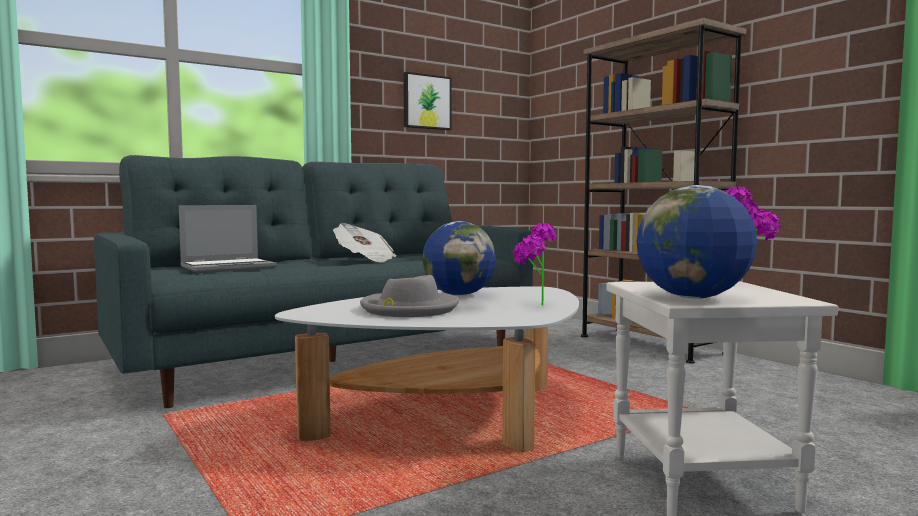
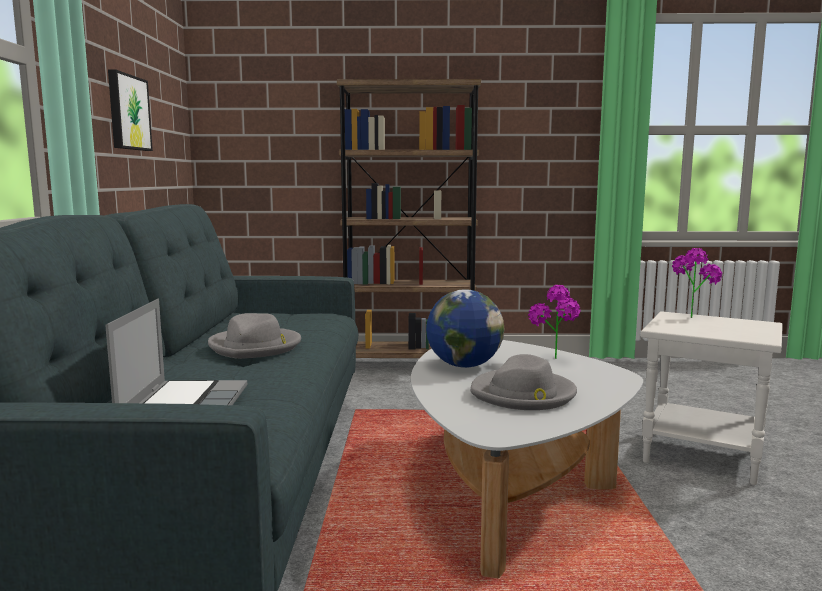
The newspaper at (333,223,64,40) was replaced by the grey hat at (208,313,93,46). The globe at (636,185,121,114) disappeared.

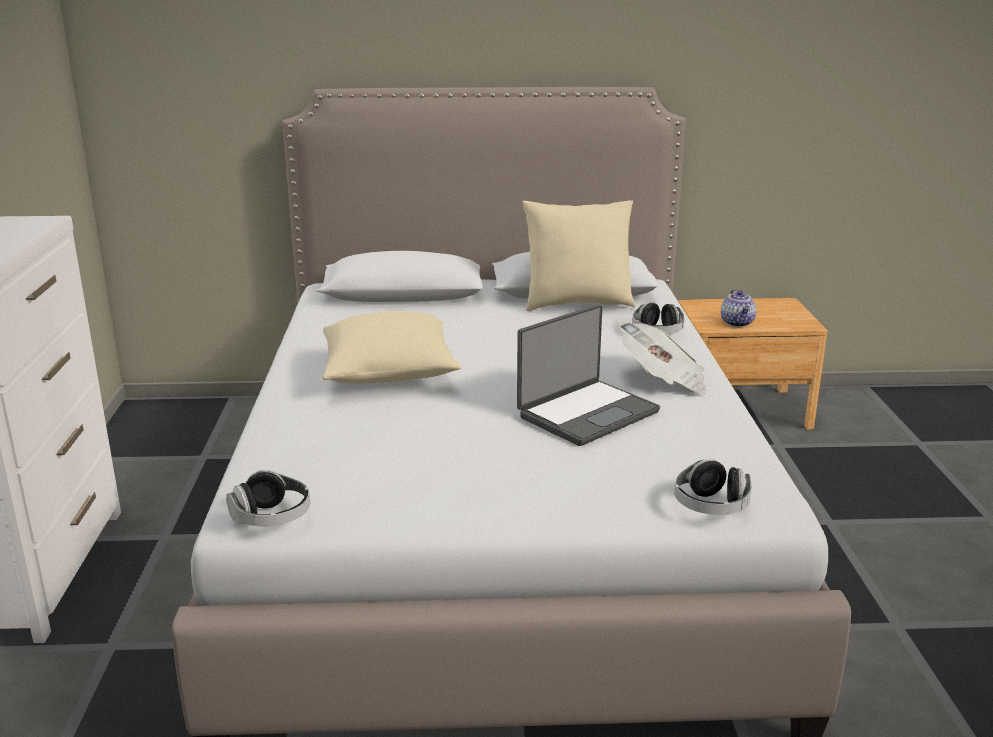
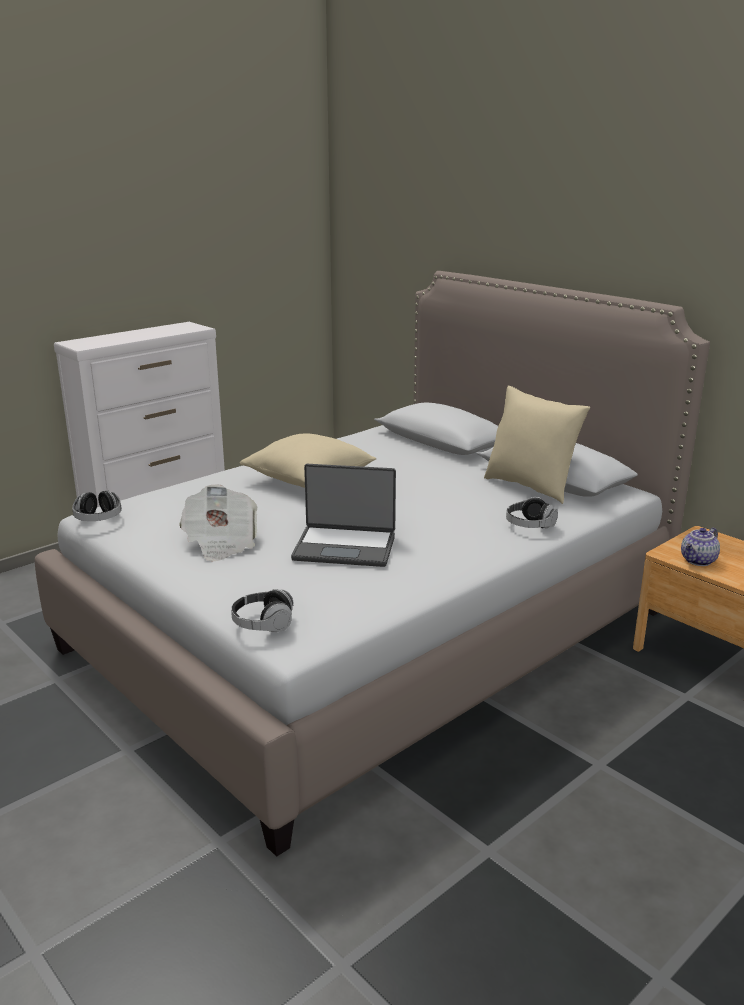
The newspaper moved from (619,322,87,72) to (179,484,78,78).

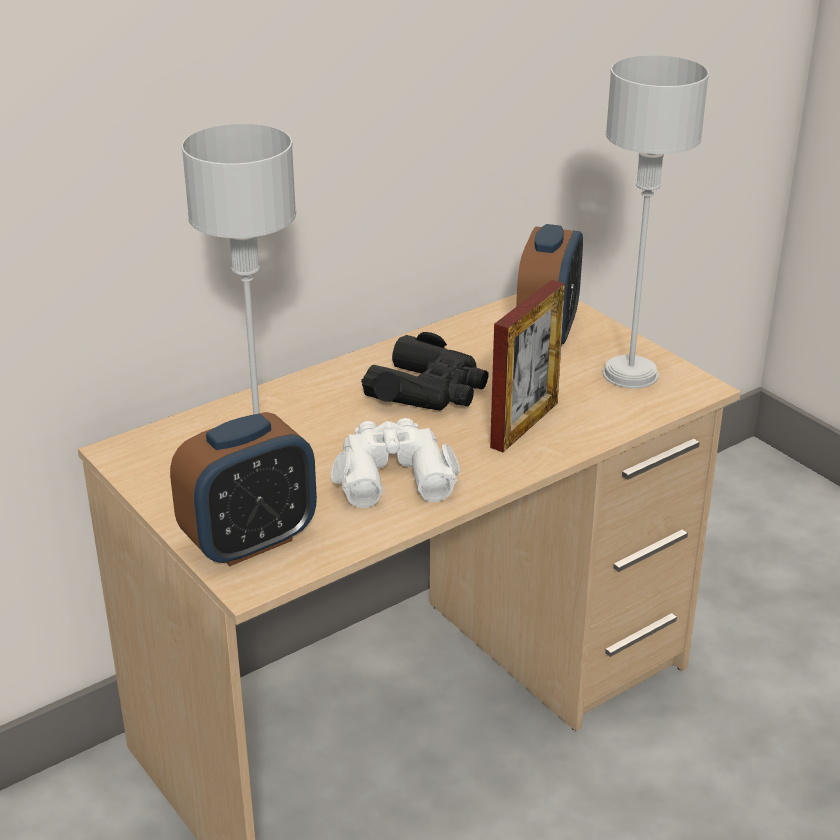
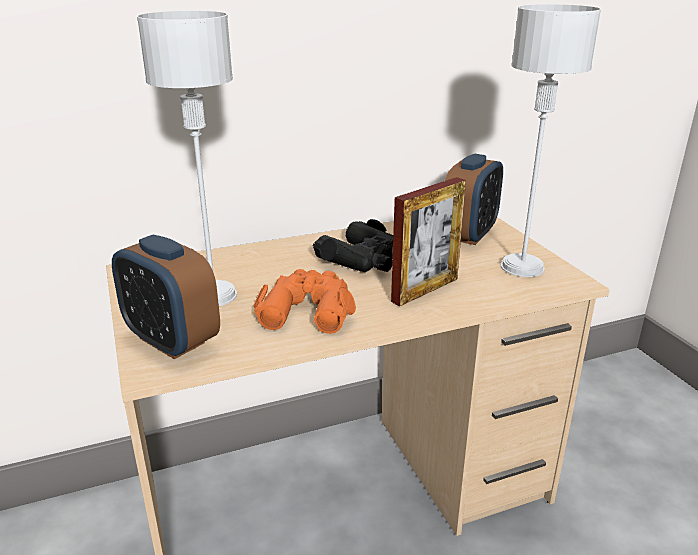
The alarm clock at (170,412,147,154) turned 60 degrees clockwise. The white binoculars at (331,418,129,90) became the orange binoculars at (253,269,103,65).

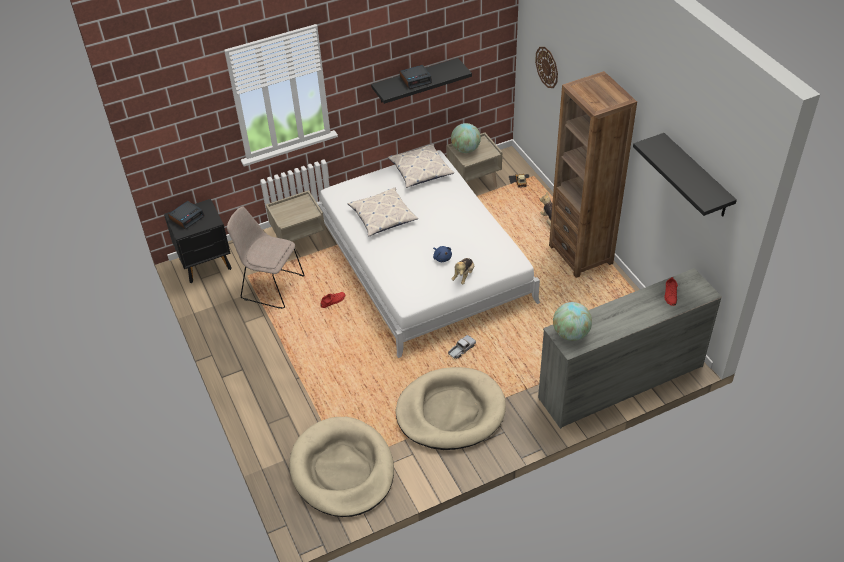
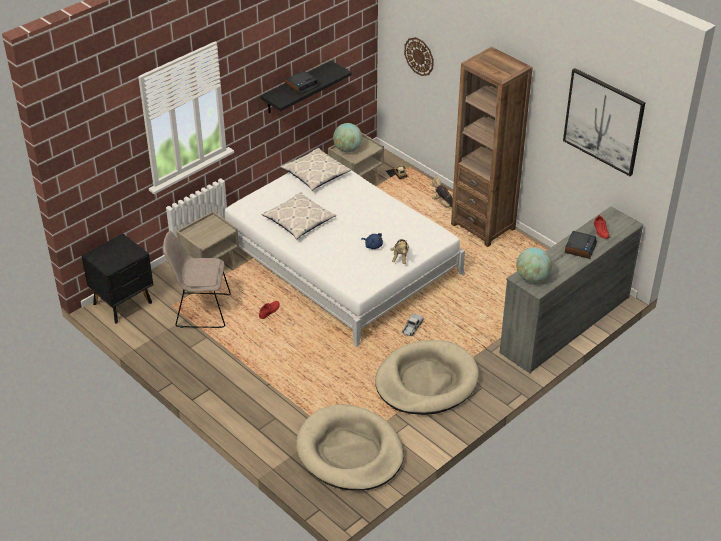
The alarm clock moved from (168,201,37,28) to (565,231,32,28). The black shelf at (633,133,104,83) was replaced by the picture at (563,68,82,108).

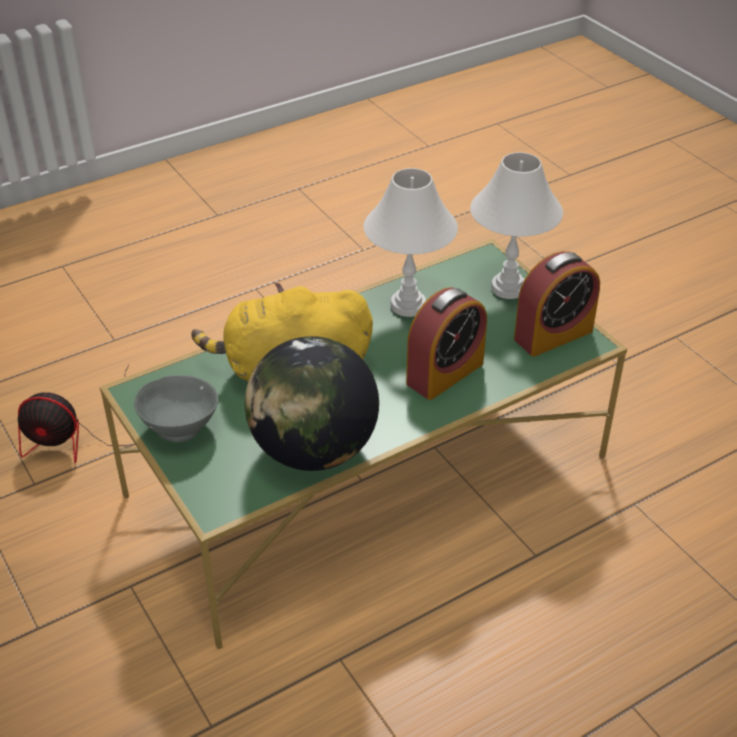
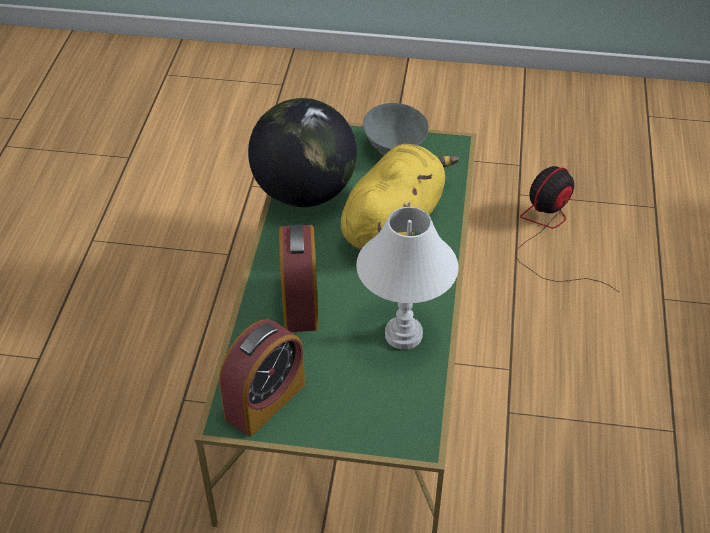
The white table lamp at (470,152,93,147) disappeared. The alarm clock at (514,251,86,106) turned 150 degrees counterclockwise.

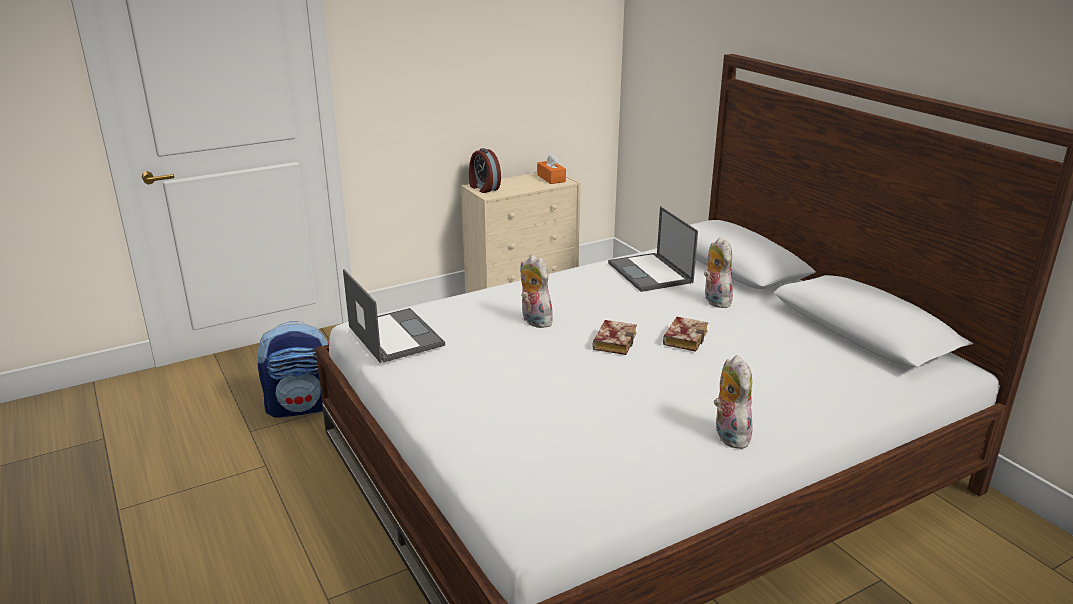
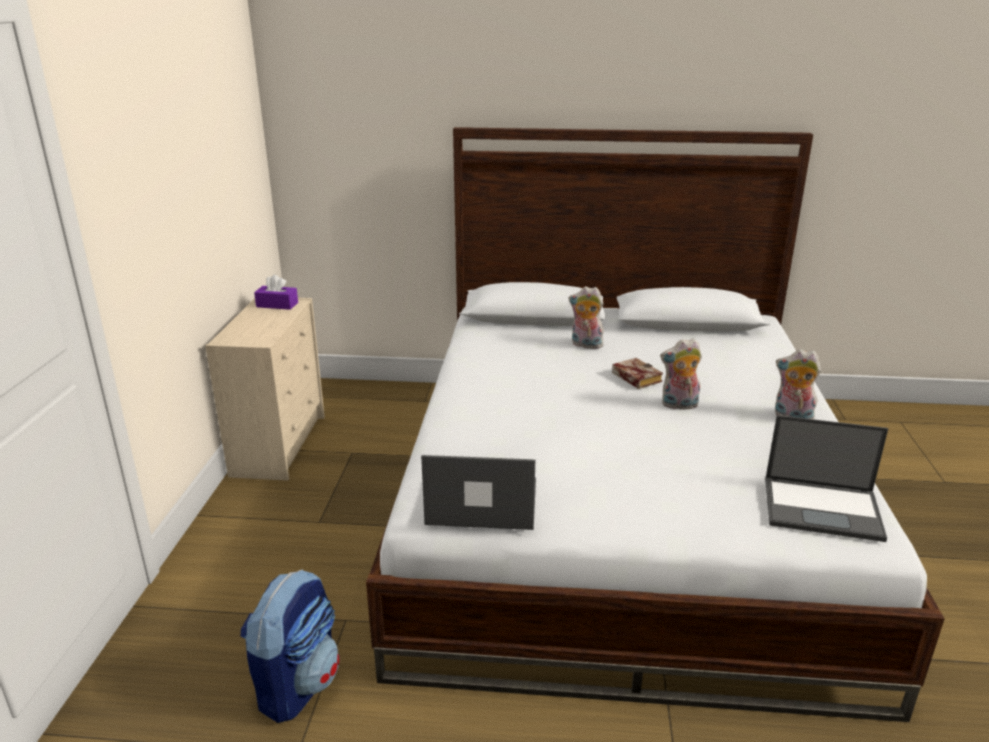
The alarm clock at (469,148,32,45) disappeared. The plush toy moved from (520,255,33,73) to (660,338,42,72). The orange tissue box at (537,152,29,32) became the purple tissue box at (254,275,44,35). The book at (592,320,45,35) disappeared. The laptop moved from (608,206,90,86) to (765,415,123,127).

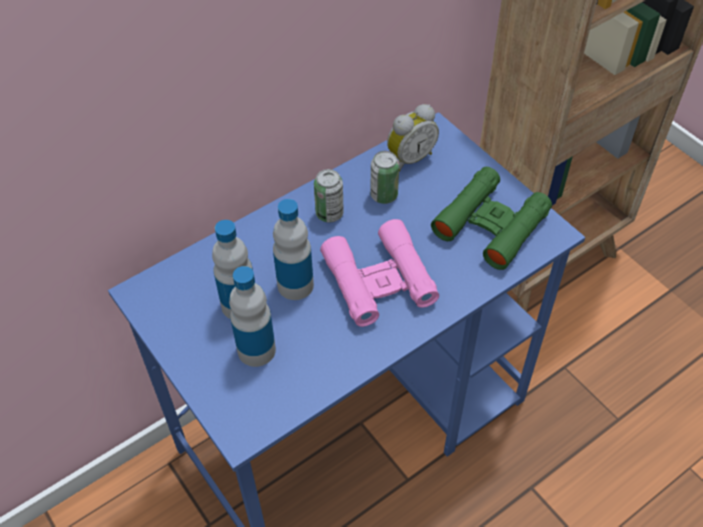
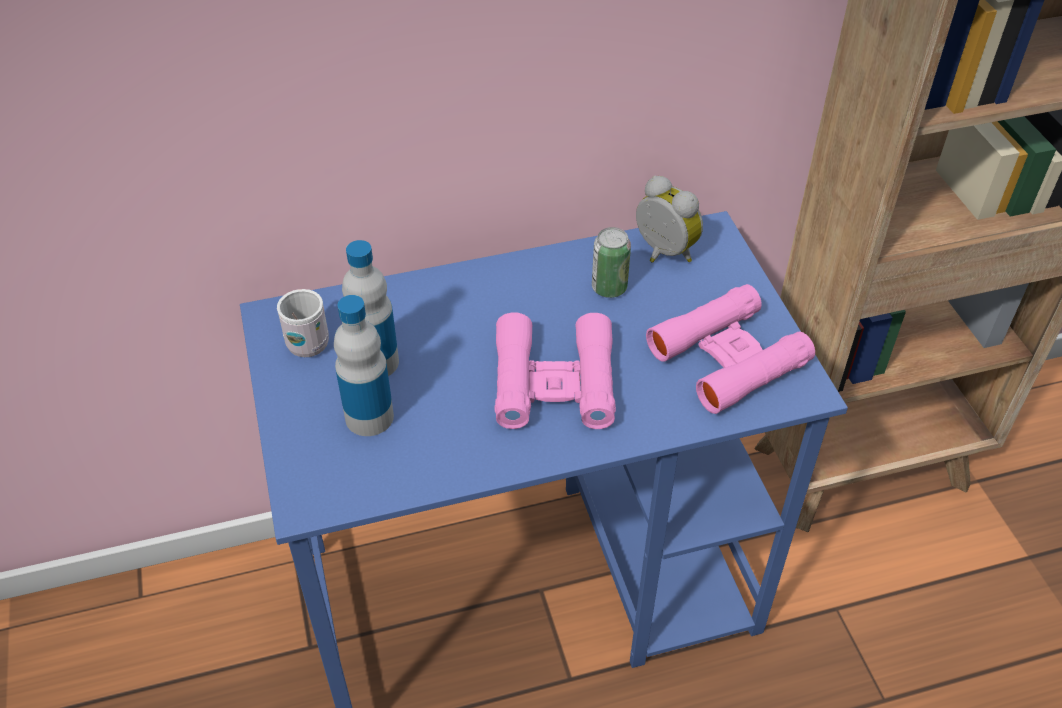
The bottle at (273,199,41,101) disappeared. The can at (314,169,30,53) disappeared. The alarm clock at (387,104,52,67) turned 120 degrees counterclockwise. The green binoculars at (431,167,121,103) became the pink binoculars at (646,284,169,130). The white mug at (277,289,52,68) appeared.

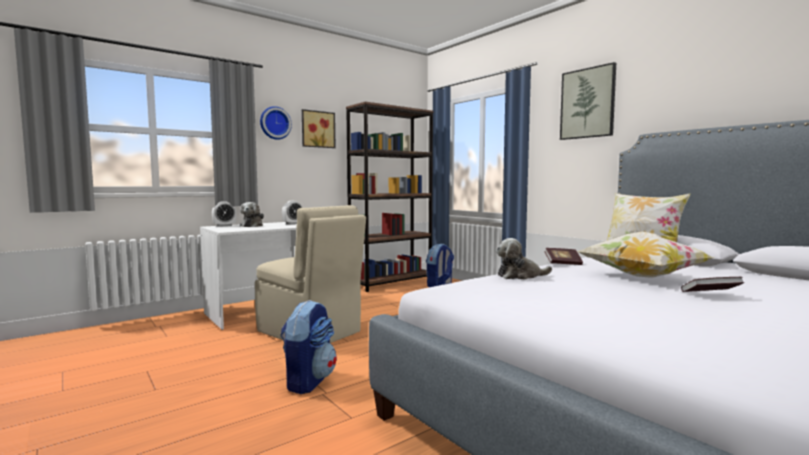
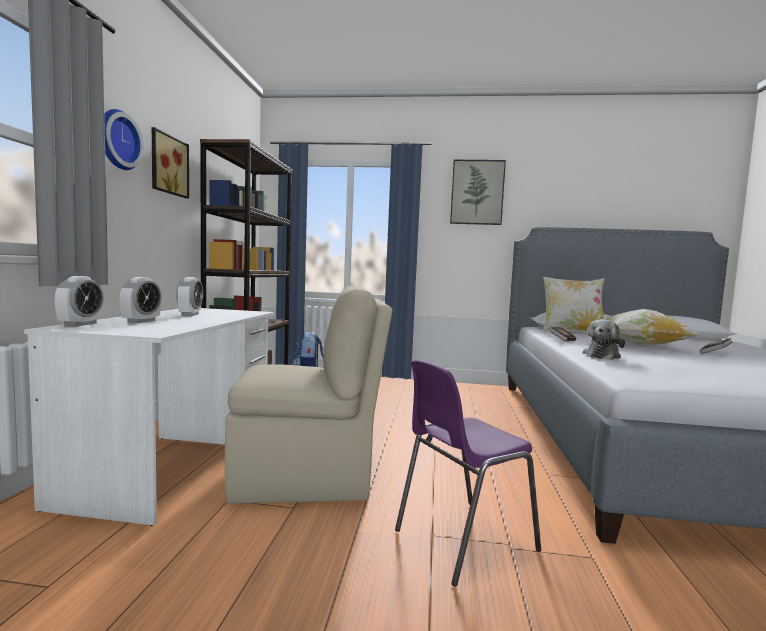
The plush toy at (240,202,24,25) was replaced by the alarm clock at (120,277,41,46). The backpack at (280,300,57,94) was replaced by the purple chair at (395,360,146,227).

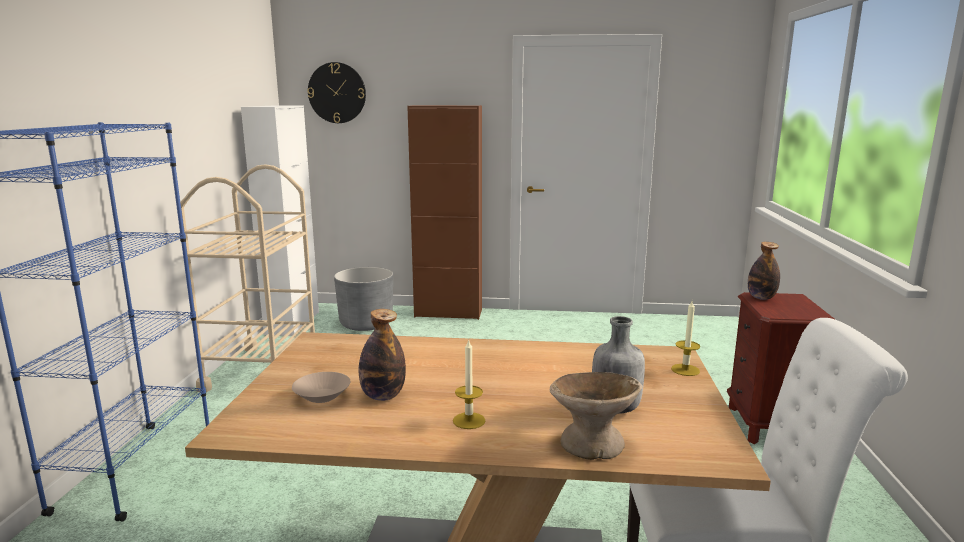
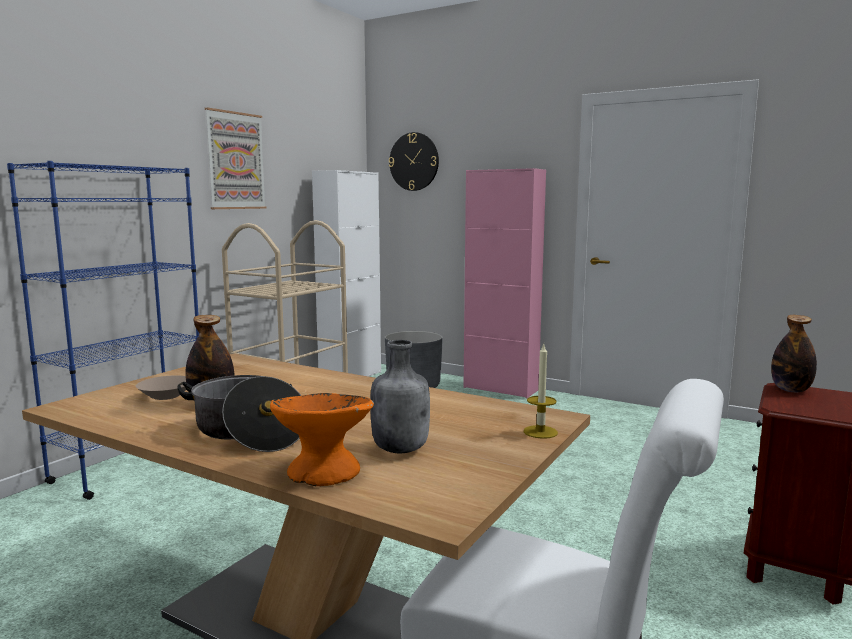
The brown cabinet at (407,105,75,215) became the pink cabinet at (463,168,83,230). The candle at (453,339,32,90) was replaced by the cooking pot at (178,375,123,77). The beige bowl at (550,372,93,88) became the orange bowl at (270,393,104,93). The picture at (205,108,61,101) appeared.

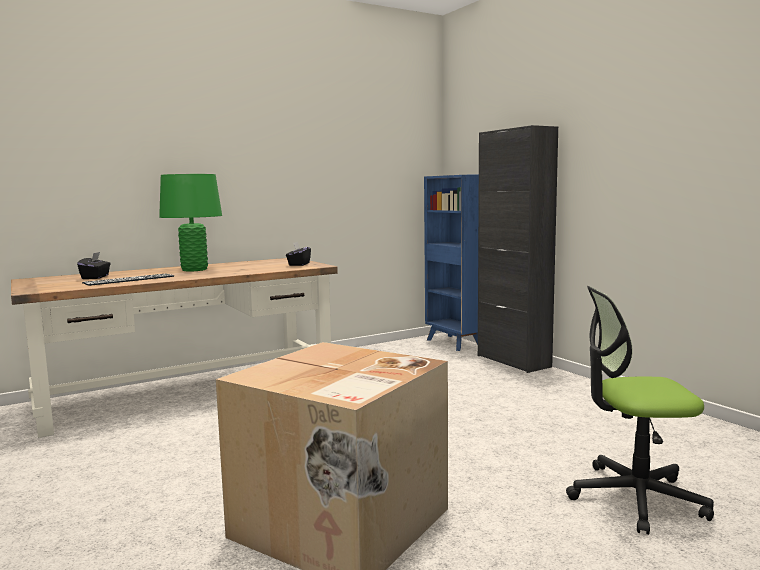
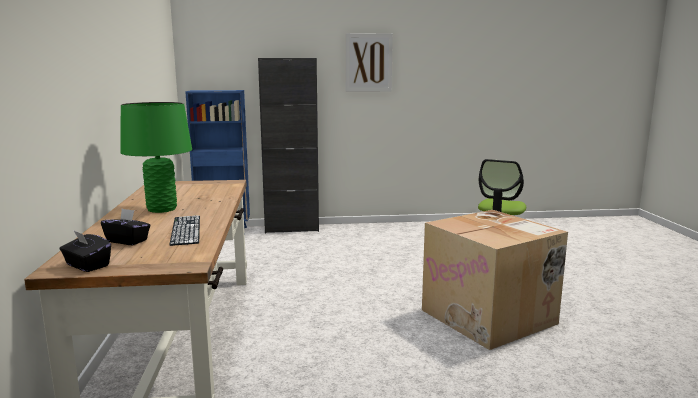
The black tissue box moved from (286,242,25,24) to (60,231,51,41). The picture at (346,33,47,59) appeared.

